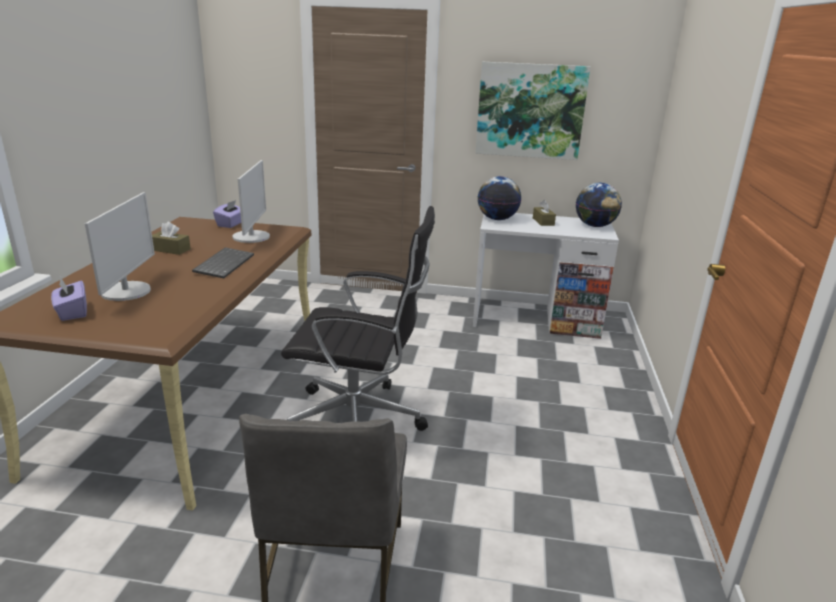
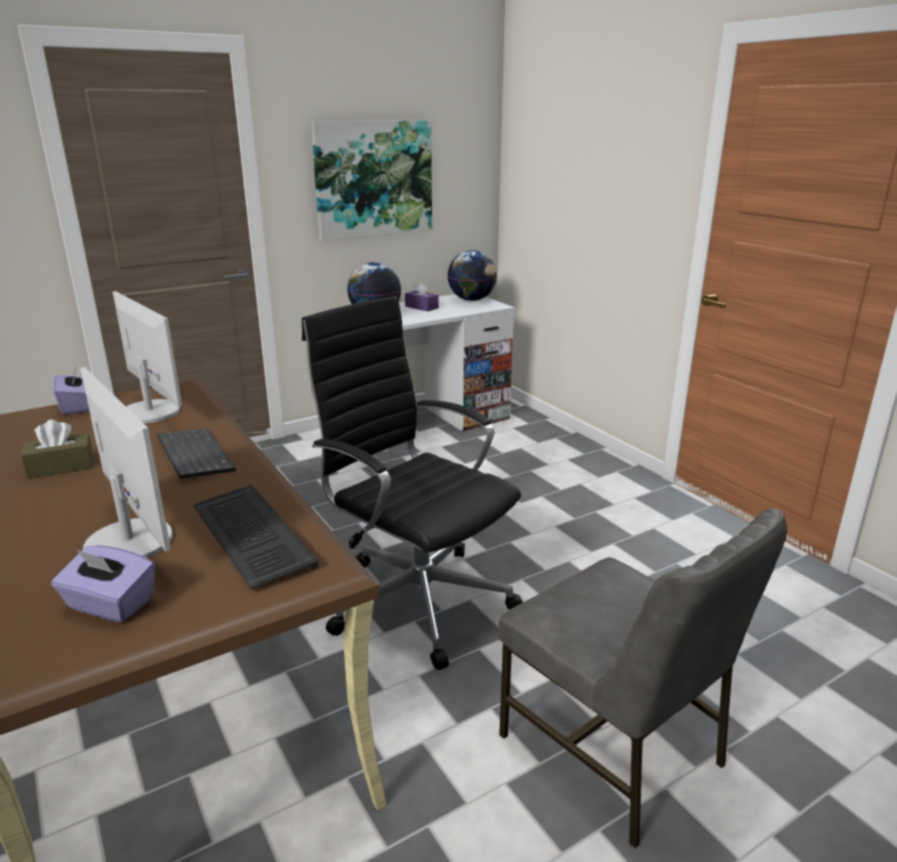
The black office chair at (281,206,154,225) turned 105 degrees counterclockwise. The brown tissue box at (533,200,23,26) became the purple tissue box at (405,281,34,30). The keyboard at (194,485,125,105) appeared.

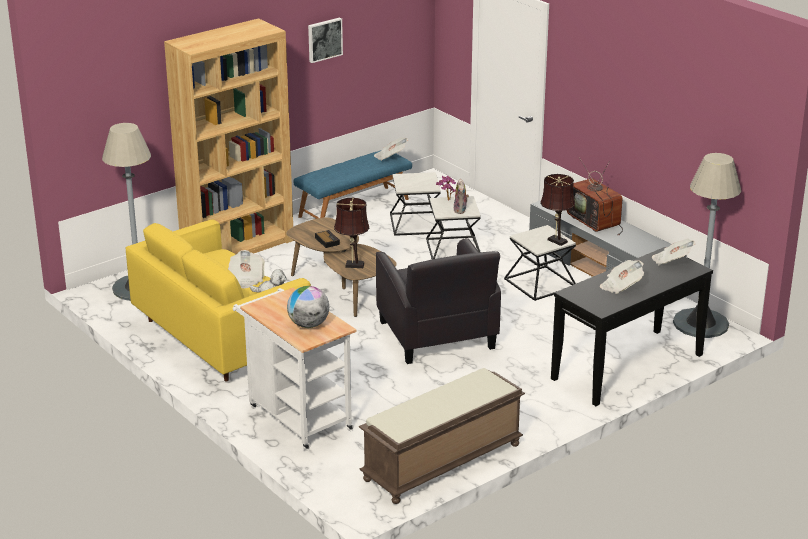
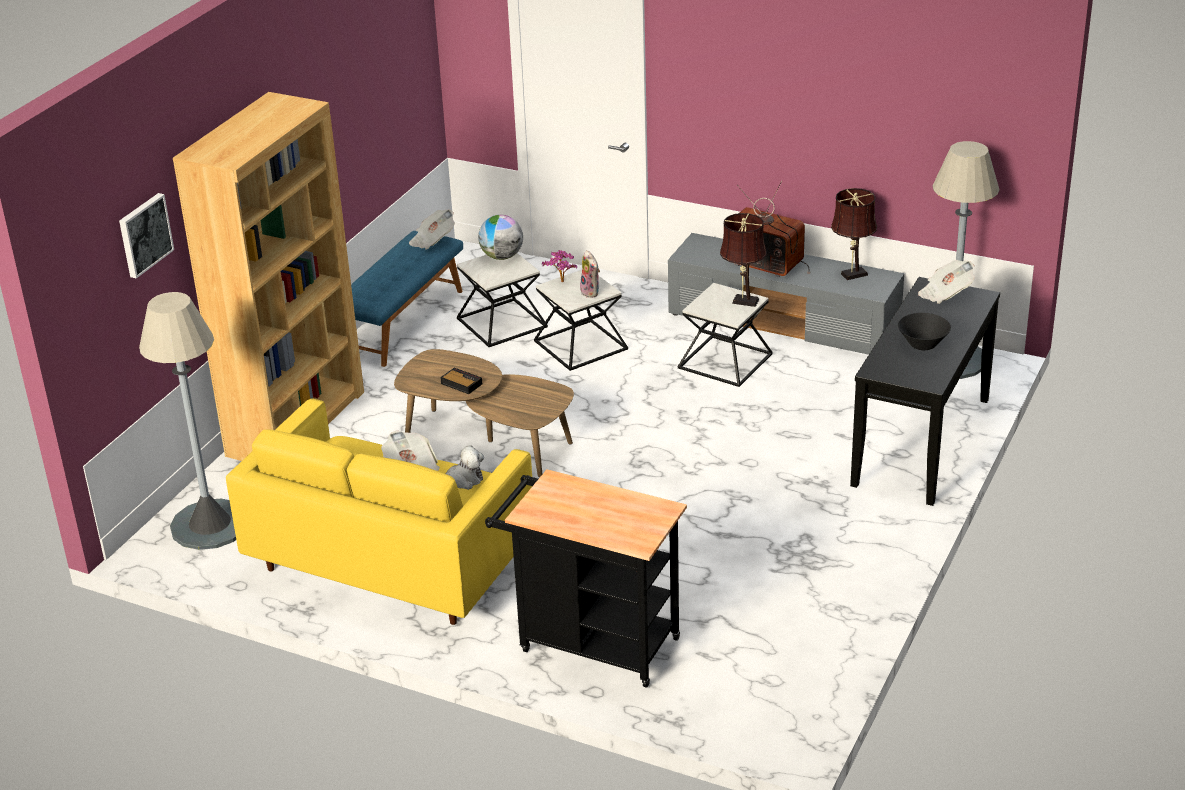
The white cart at (232,288,124,162) became the black cart at (485,469,202,219). The globe moved from (287,286,42,42) to (478,215,45,45). The picture moved from (308,17,35,46) to (119,193,55,85). The brown table lamp moved from (334,198,35,70) to (831,188,46,92). The brown bench at (359,368,166,136) disappeared. The black armchair at (376,238,125,126) disappeared. The newspaper at (600,260,44,34) was replaced by the black bowl at (898,313,53,37).

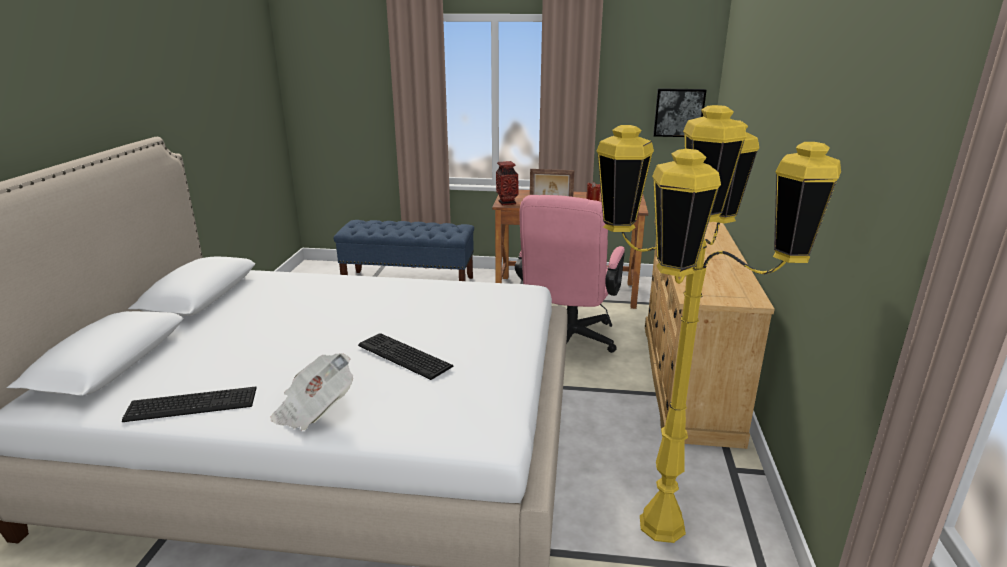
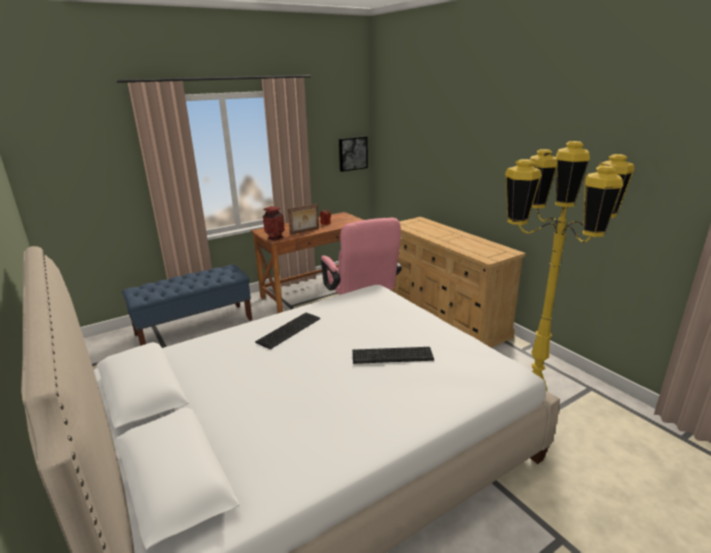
The keyboard moved from (122,387,135,35) to (255,313,65,36). The newspaper at (270,353,83,77) disappeared.

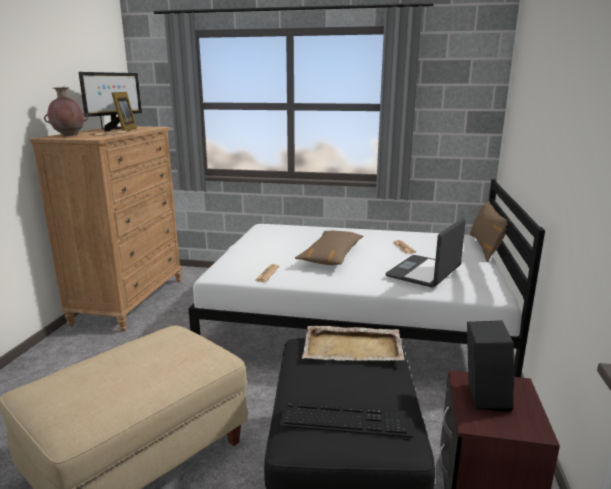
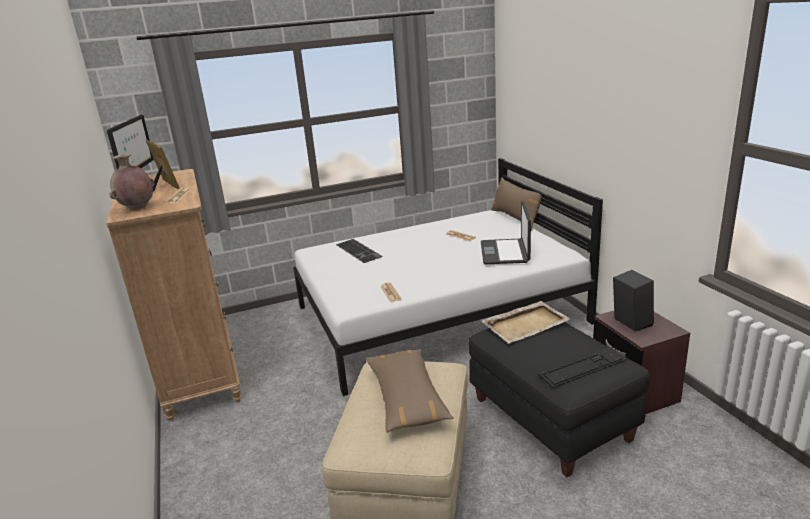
The brown pillow moved from (295,230,69,35) to (366,349,88,84). The keyboard at (336,239,46,24) appeared.

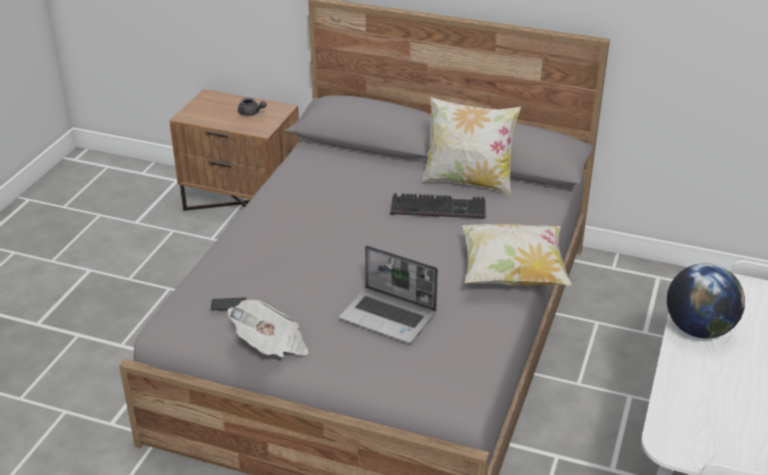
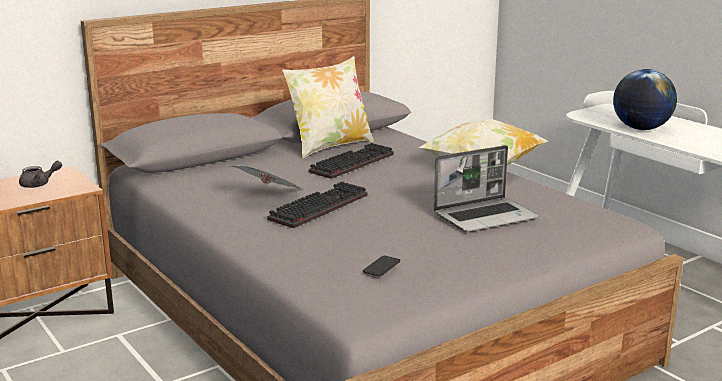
The newspaper moved from (228,299,81,58) to (231,166,69,22). The keyboard at (267,181,101,47) appeared.

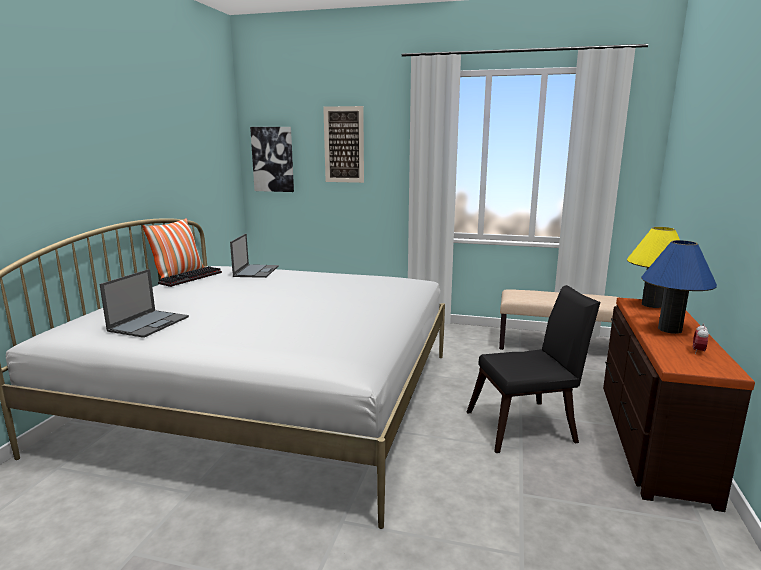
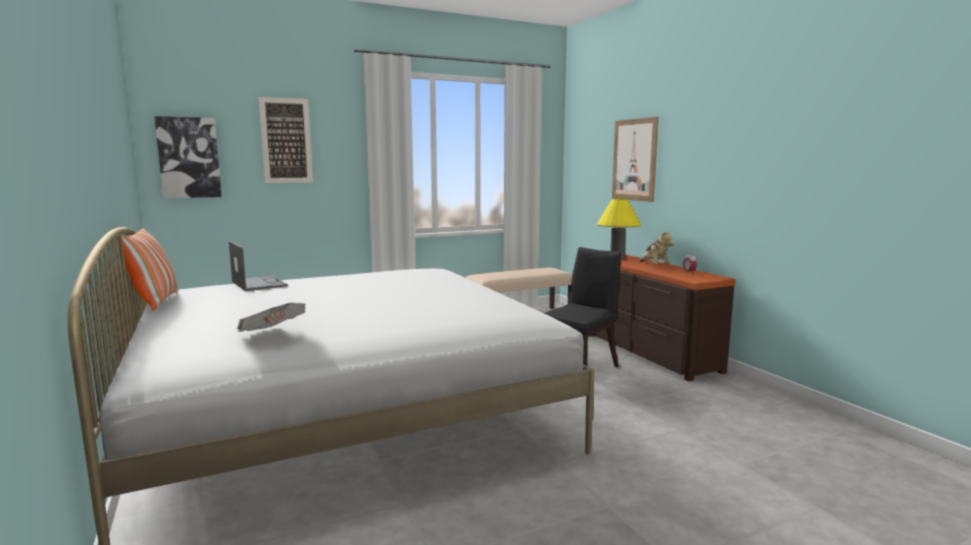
The laptop at (100,269,89,69) was replaced by the newspaper at (237,303,69,29). The keyboard at (158,266,64,21) disappeared. The blue table lamp at (641,240,76,94) was replaced by the plush toy at (639,231,34,33). The picture at (612,117,47,85) appeared.

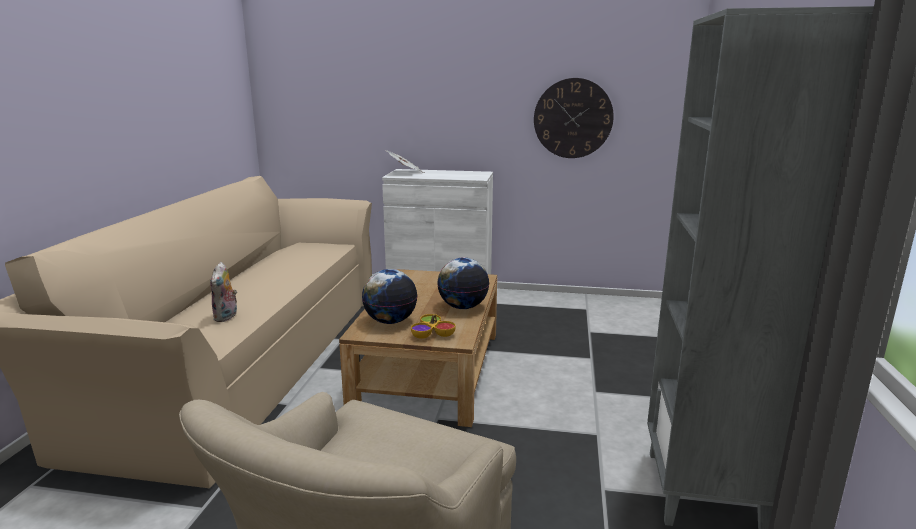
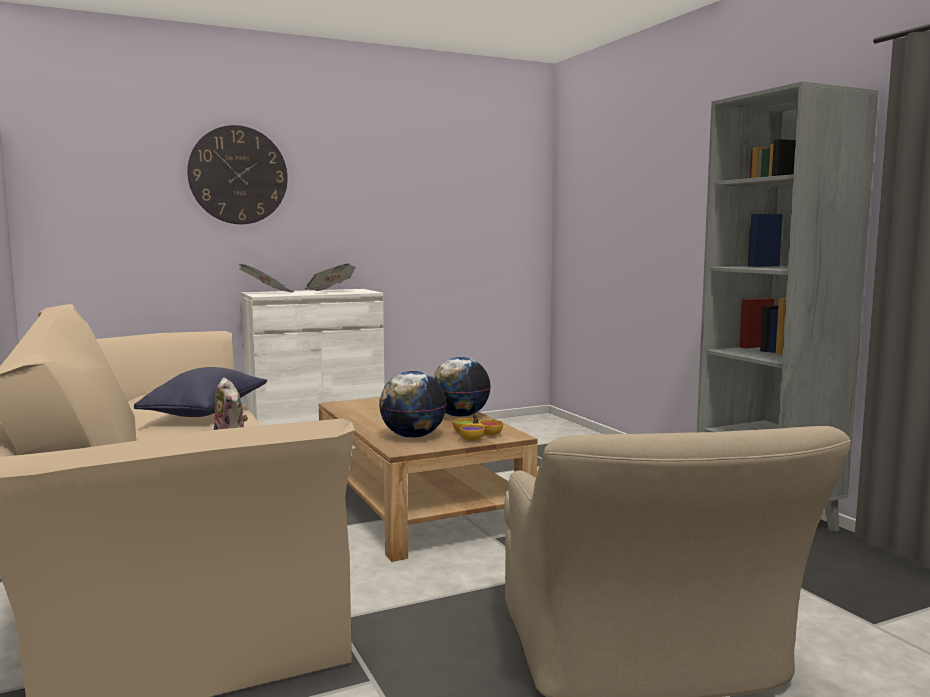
The wall clock moved from (534,78,80,80) to (187,125,101,99). The blue pillow at (134,367,133,50) appeared. The newspaper at (305,263,51,28) appeared.

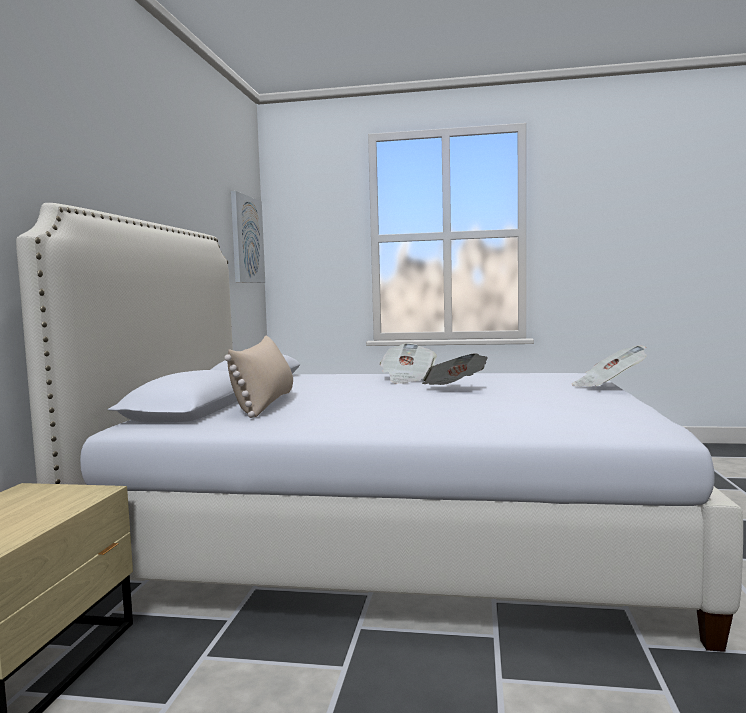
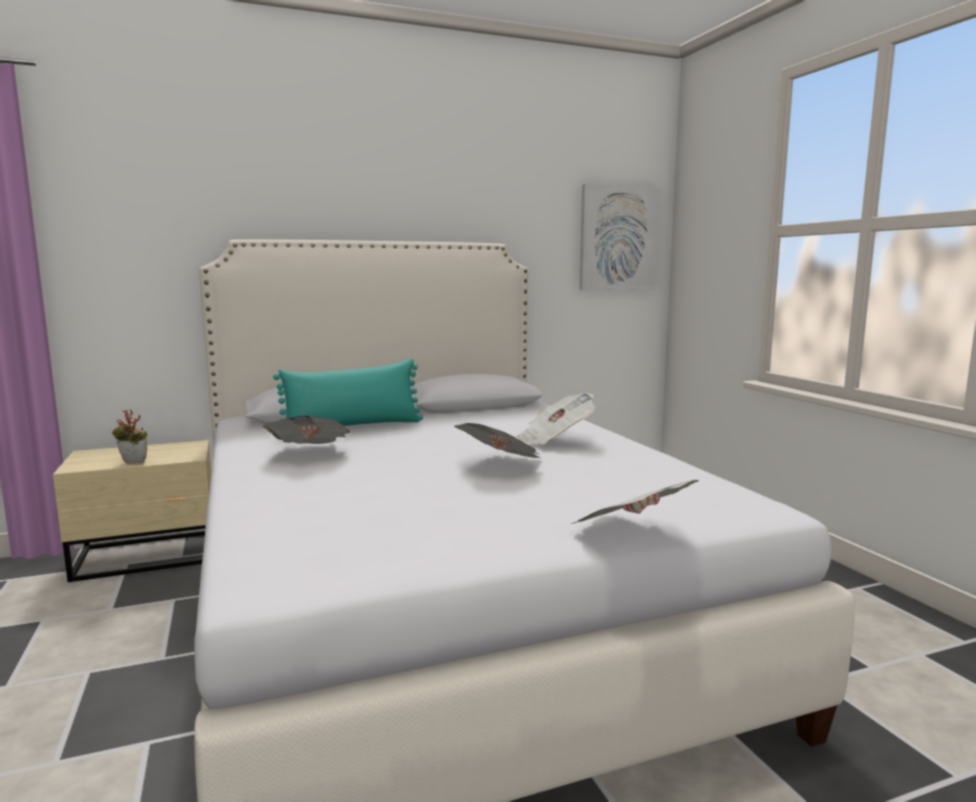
The beige pillow at (224,335,69,83) became the turquoise pillow at (273,359,150,67). The potted plant at (112,410,35,53) appeared. The newspaper at (263,415,87,29) appeared.

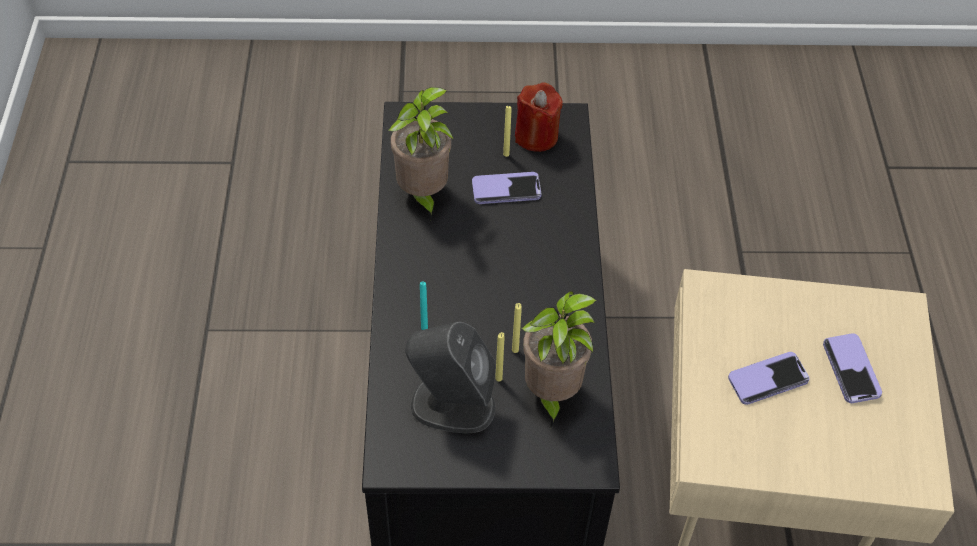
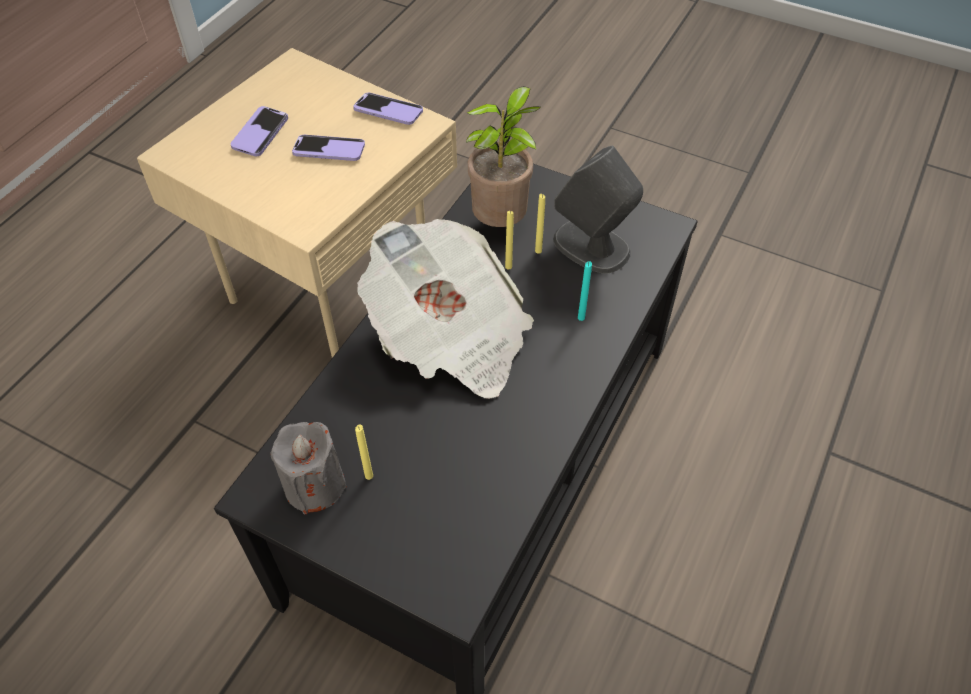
The potted plant at (389,87,64,133) disappeared. The phone moved from (472,172,70,32) to (353,93,70,32). The red candle at (515,83,48,69) became the grey candle at (270,422,77,92). The newspaper at (357,219,177,180) appeared.

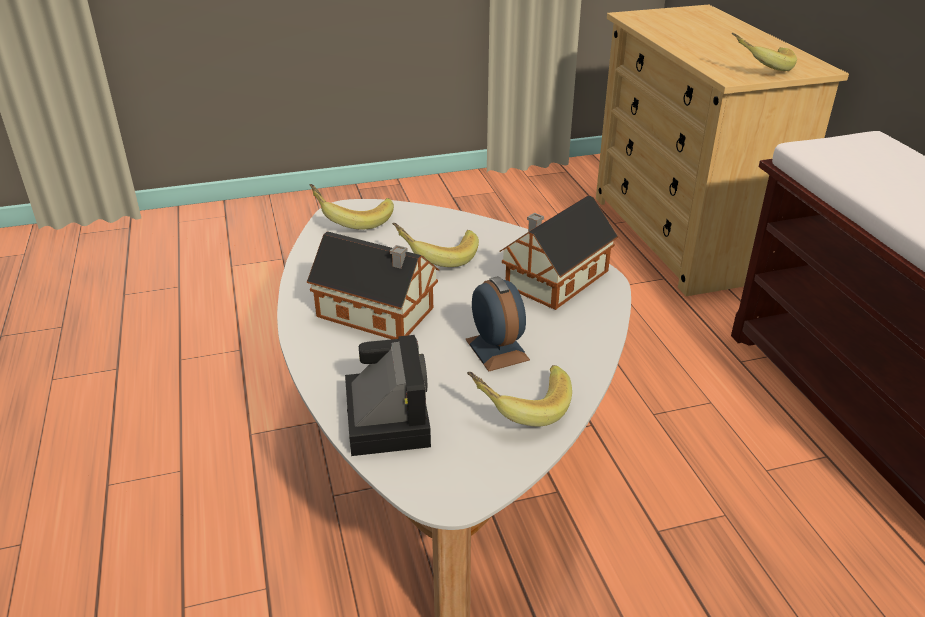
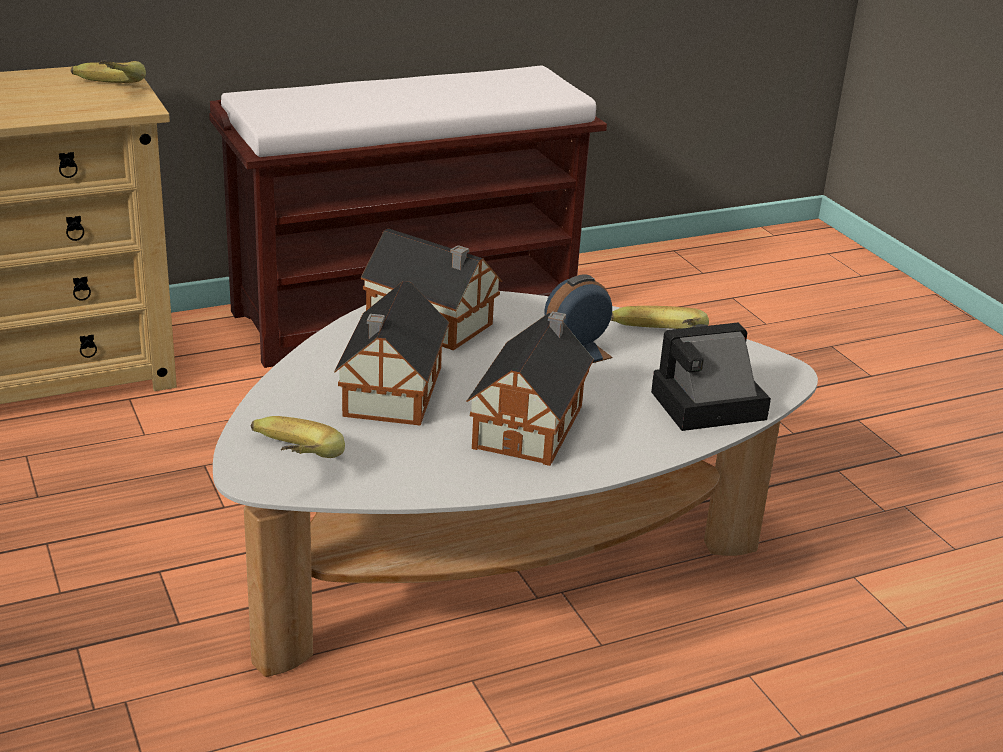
The banana at (392,223,87,44) was replaced by the toy house at (334,281,115,145).

